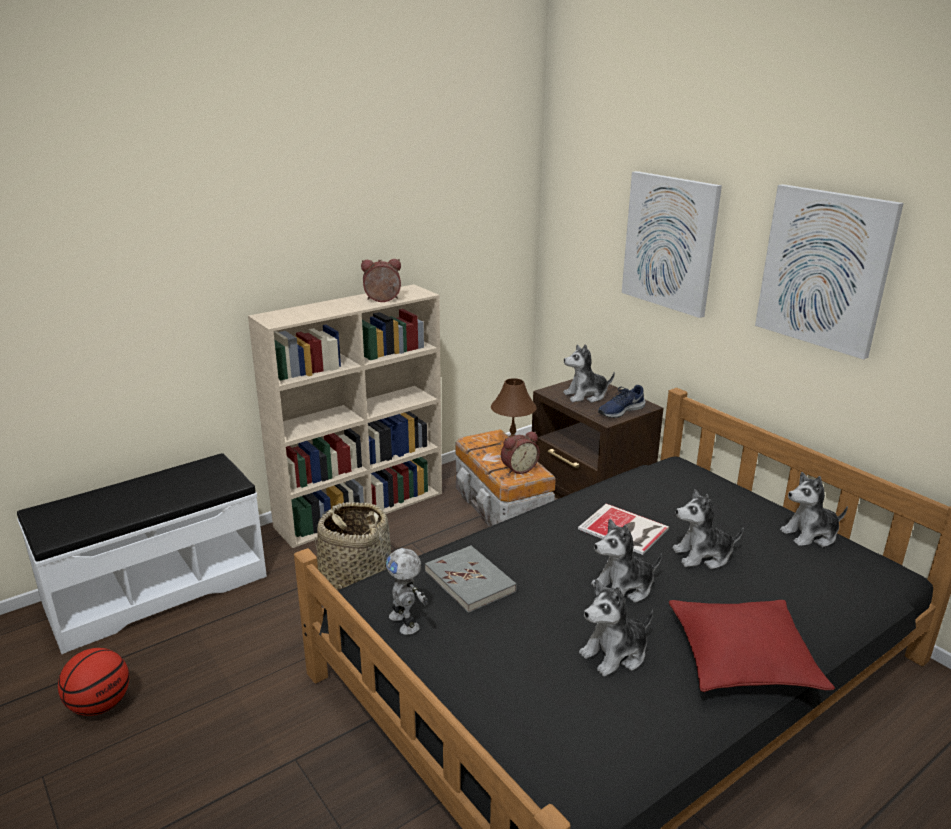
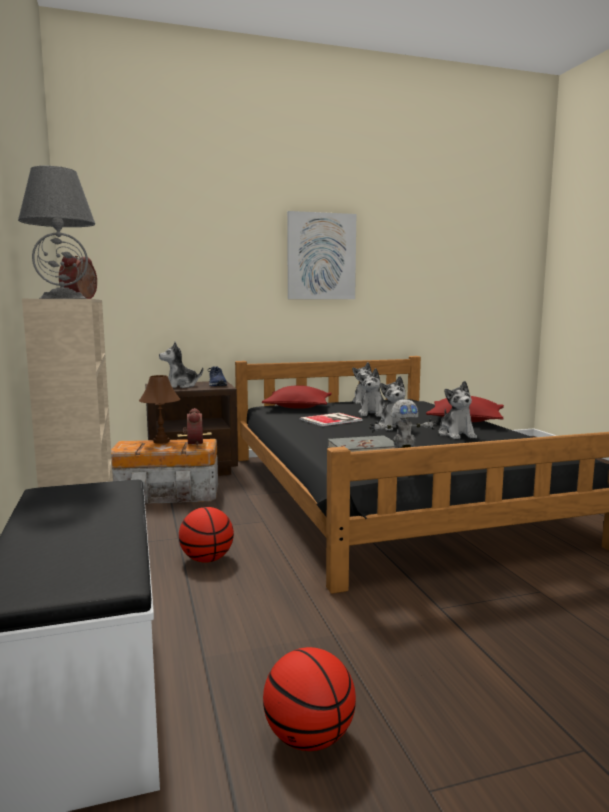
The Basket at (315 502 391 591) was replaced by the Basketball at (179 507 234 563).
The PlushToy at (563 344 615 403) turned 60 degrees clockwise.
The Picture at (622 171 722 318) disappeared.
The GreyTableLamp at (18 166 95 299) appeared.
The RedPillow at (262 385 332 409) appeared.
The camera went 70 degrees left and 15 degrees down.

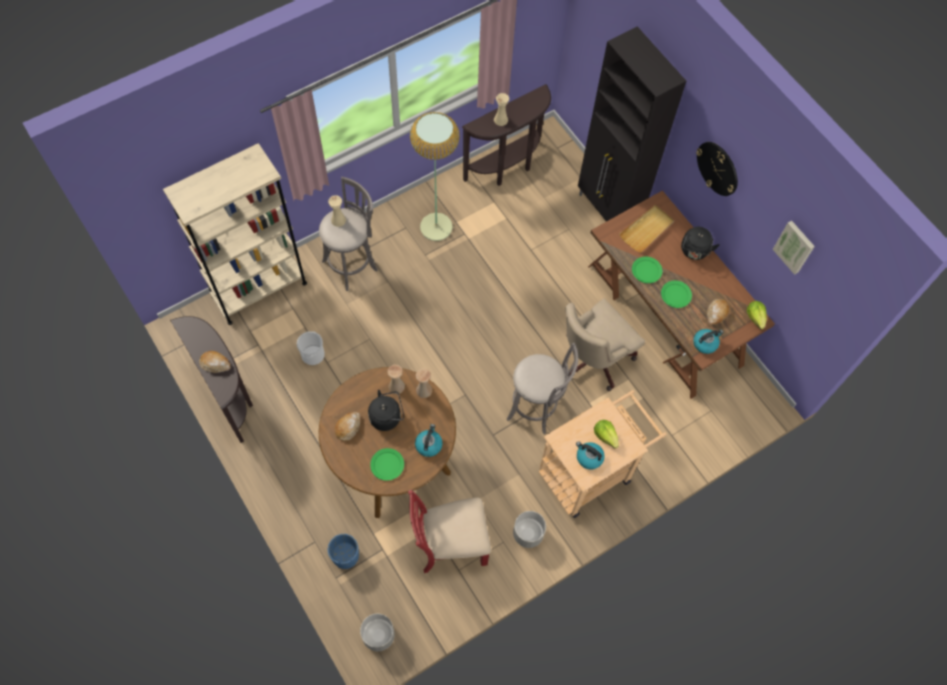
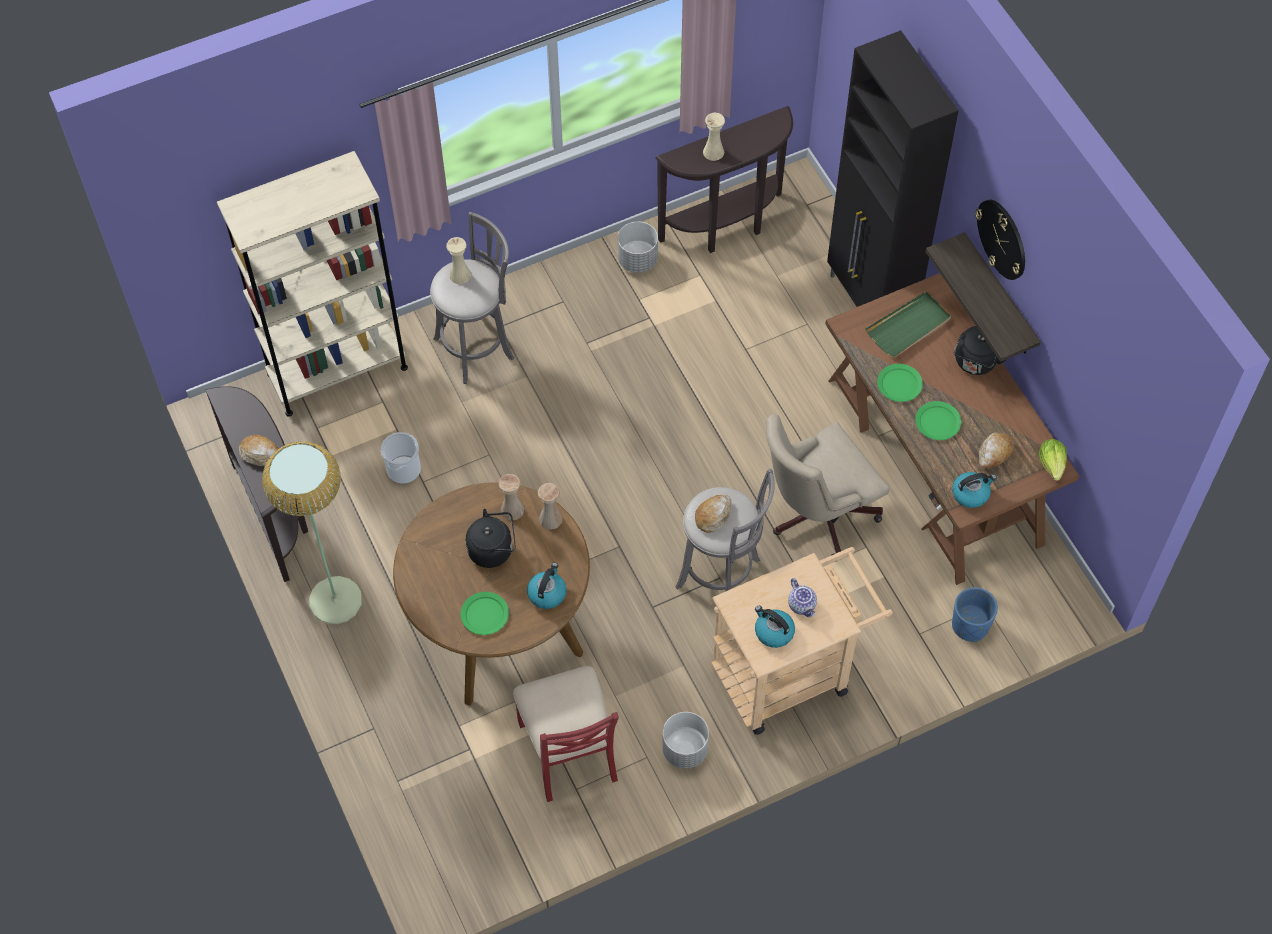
The BluePlanter moved from (328 534 359 569) to (952 587 998 642).
The Bread moved from (335 412 360 441) to (695 495 732 533).
The GreyPlanter moved from (360 614 395 651) to (618 221 658 273).
The RedChair at (408 490 491 573) turned 105 degrees counterclockwise.
The FloorLamp moved from (410 112 459 241) to (262 441 362 624).
The Lettuce at (594 420 619 449) was replaced by the Teapot at (788 578 817 617).
The BeigeTray at (619 205 674 253) became the GreenTray at (866 292 951 358).
The Picture at (773 220 815 275) disappeared.
The Shelf at (926 232 1041 362) appeared.
The camera went 10 degrees right and 5 degrees down.

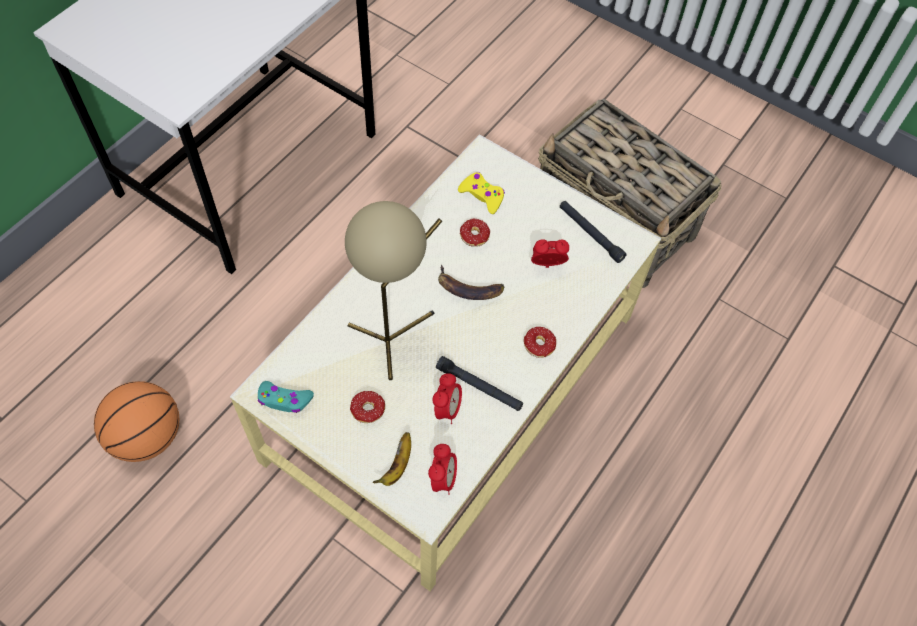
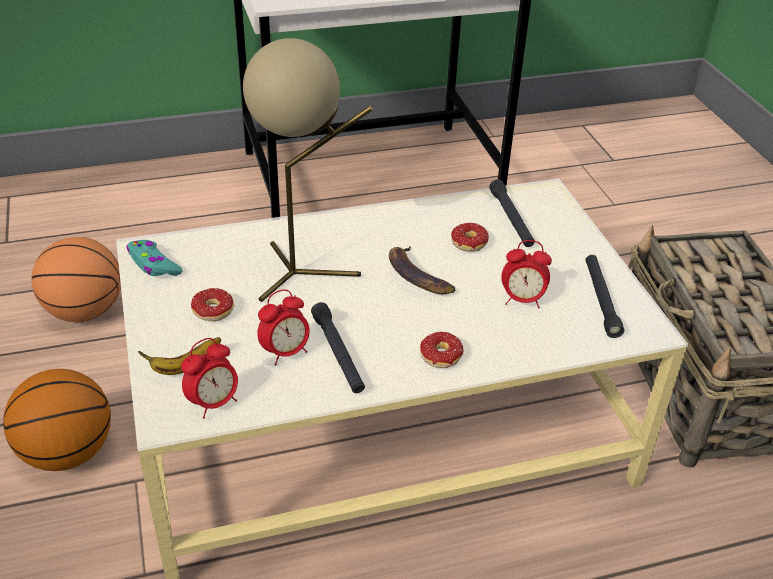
The YellowGameController at (458 172 505 214) was replaced by the BlackFlashlight at (489 179 535 247).
The AlarmClock at (531 239 569 268) turned 150 degrees clockwise.
The Basketball at (3 369 111 471) appeared.
The camera went 40 degrees right and 20 degrees down.

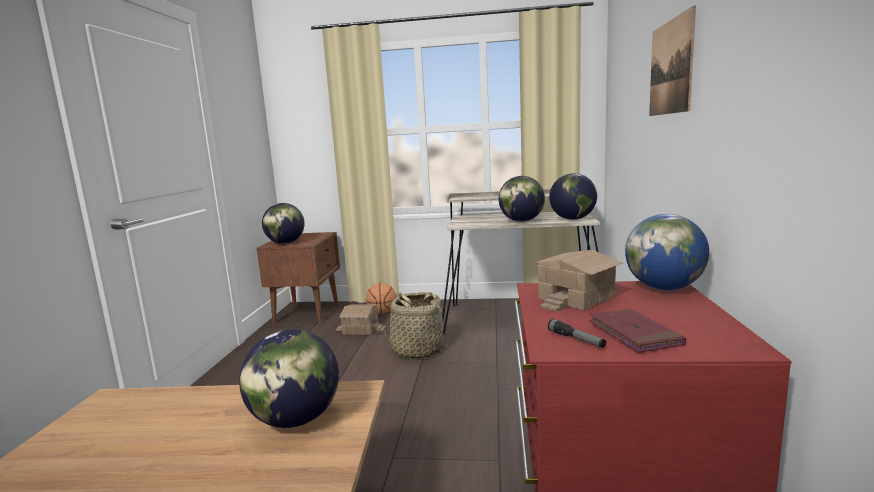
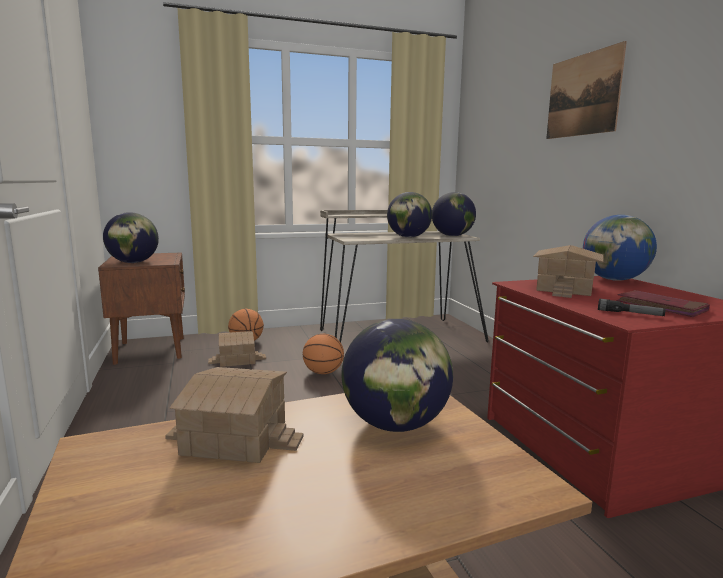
The Basket at (383 292 448 359) was replaced by the Basketball at (303 334 344 374).
The ToyHouse at (165 367 303 463) appeared.
The camera went 25 degrees left and 0 degrees up.

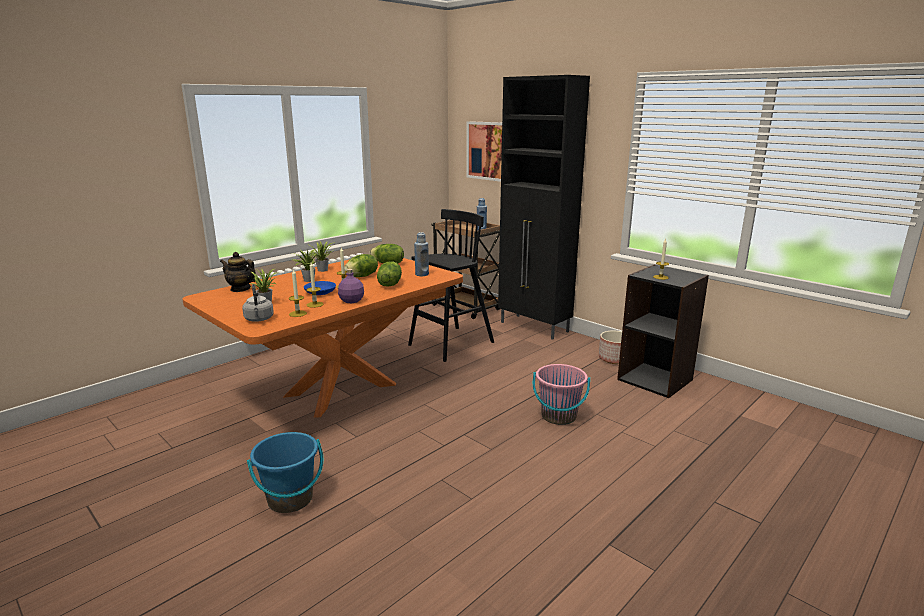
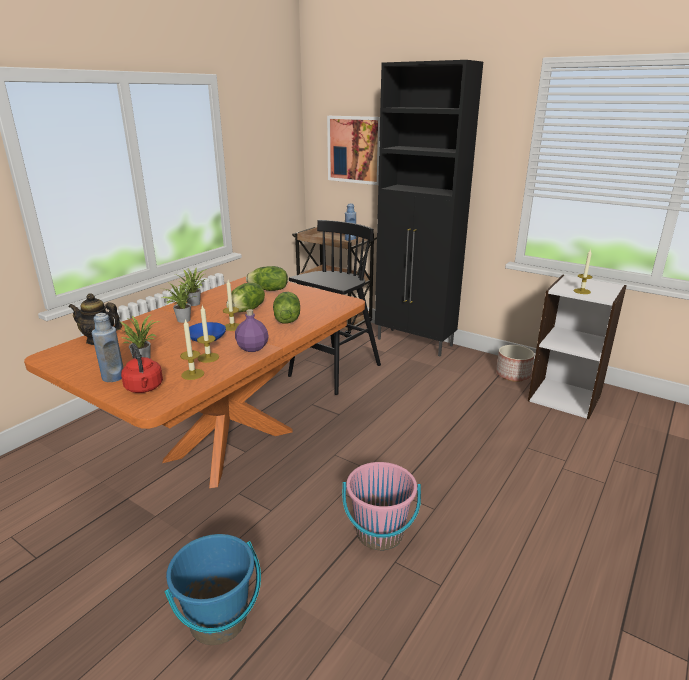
The GreyKettle at (242 284 274 322) became the RedKettle at (121 343 163 393).
The BlueBottle moved from (414 232 429 276) to (92 313 124 382).
The PinkBucket moved from (533 364 590 425) to (342 462 421 551).
The BlackBookcase at (617 264 709 398) became the WhiteBookcase at (528 274 627 419).
The camera went 10 degrees left and 5 degrees up.

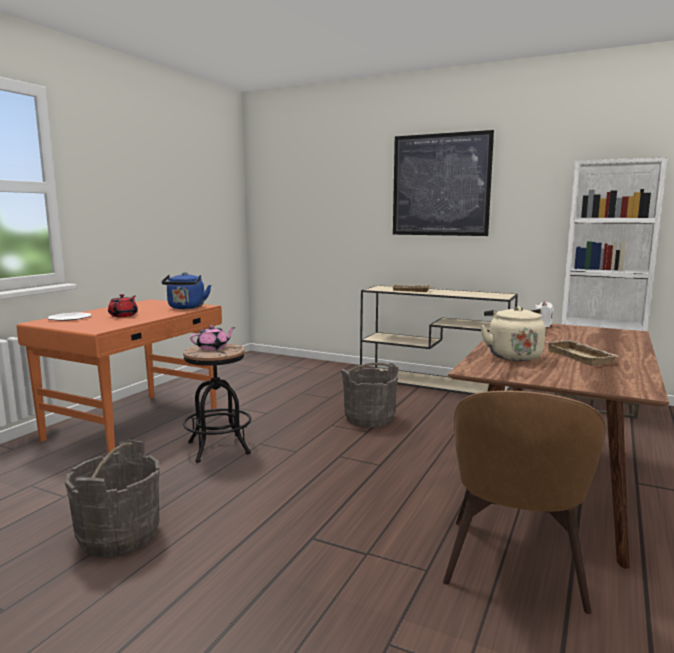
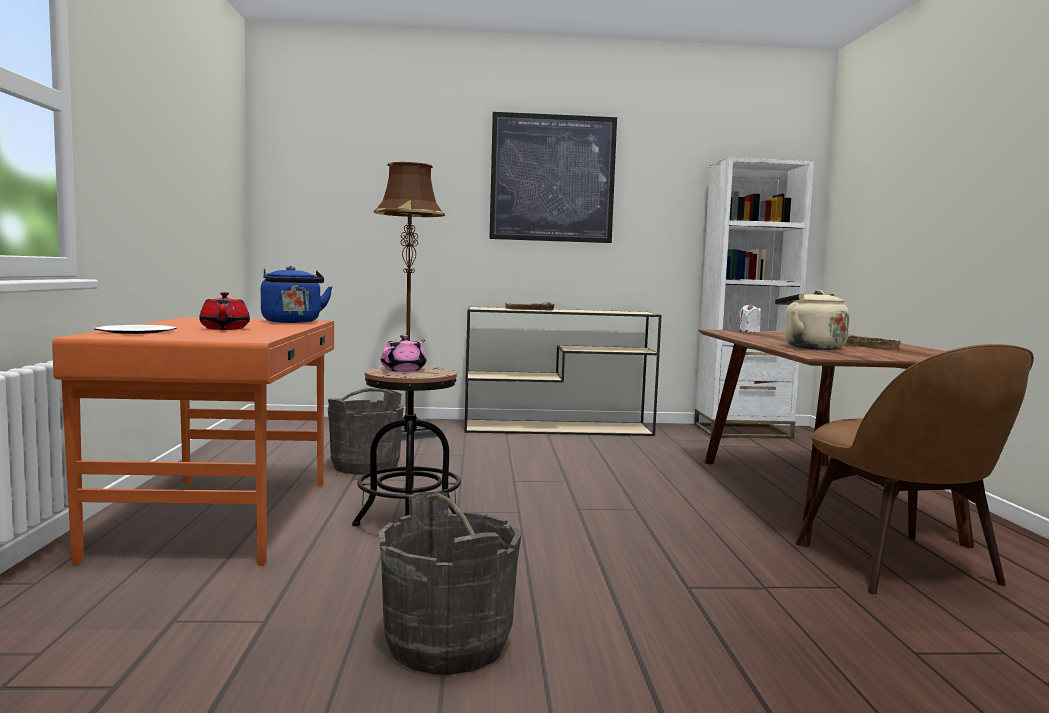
The GreyBucket moved from (341 363 399 428) to (328 388 404 475).
The BrownFloorLamp at (374 162 445 441) appeared.
The camera went 30 degrees left and 5 degrees down.

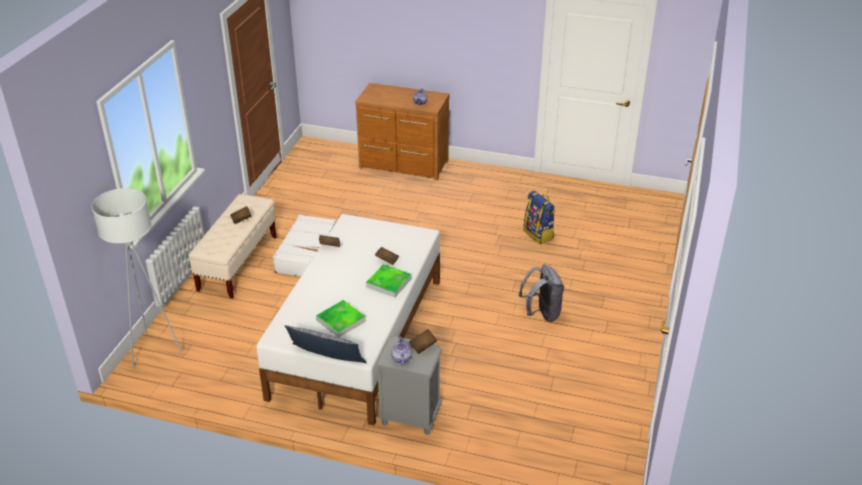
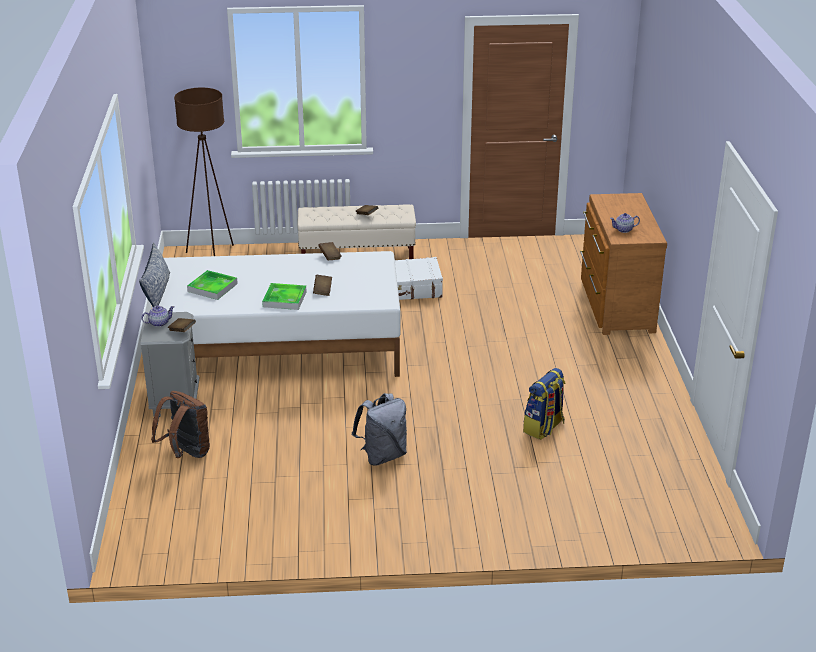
The WhiteFloorLamp at (92 188 182 368) became the BrownFloorLamp at (174 88 234 256).
The BrownBackpack at (151 391 210 458) appeared.
The camera went 70 degrees right and 5 degrees down.

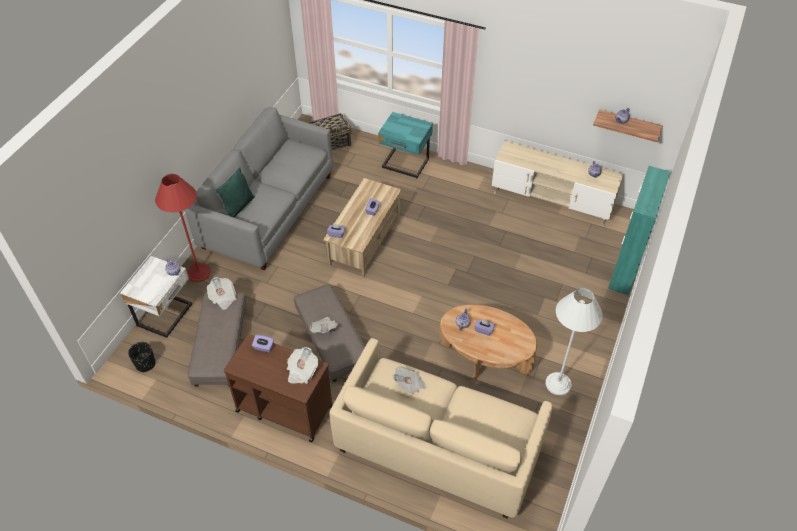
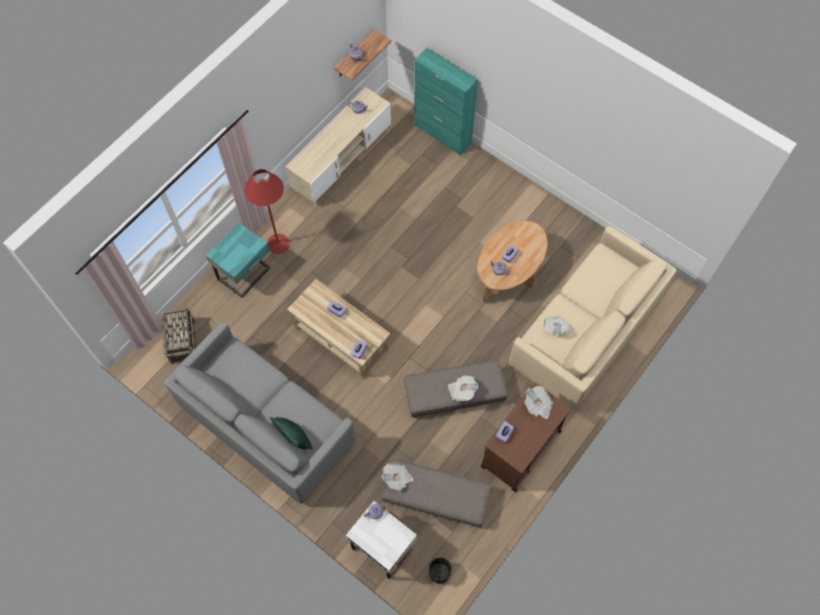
The RedFloorLamp moved from (155 174 211 282) to (244 169 289 254).
The WhiteFloorLamp at (545 288 603 395) disappeared.
The camera went 75 degrees left and 15 degrees up.

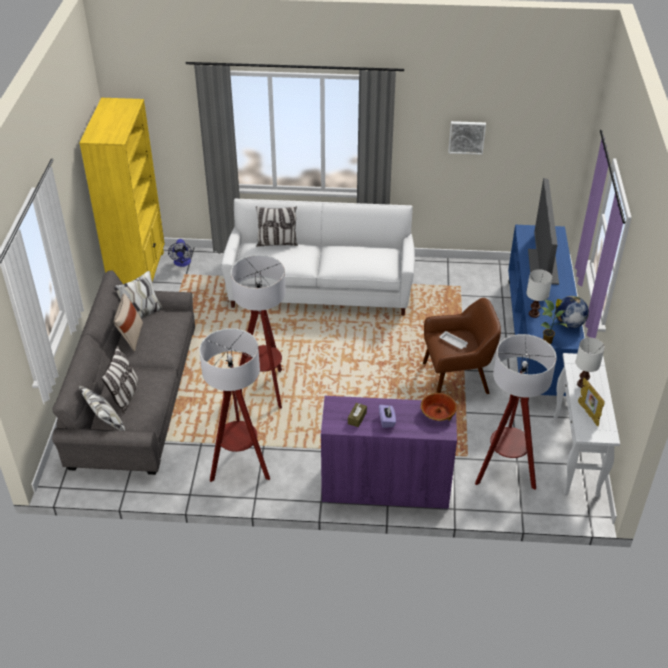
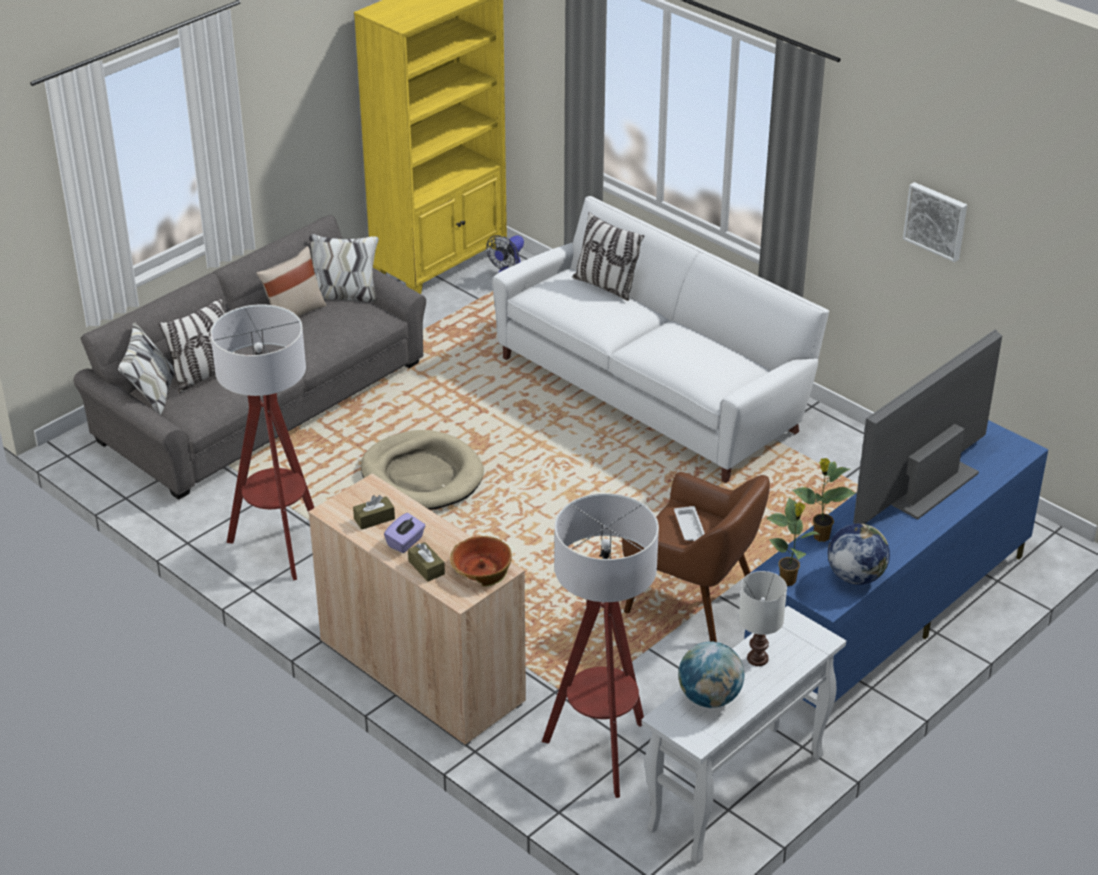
The FloorLamp at (231 255 286 409) was replaced by the BeigeDogBed at (361 430 484 510).
The PurpleCabinet at (321 396 457 510) became the BeigeCabinet at (308 473 526 746).
The WhiteTableLamp at (526 270 552 318) was replaced by the PottedPlant at (792 458 856 542).
The PictureFrame at (578 378 605 426) was replaced by the Globe at (678 642 744 708).
The BrownTissueBox at (408 542 445 582) appeared.
The camera went 40 degrees right and 5 degrees down.

